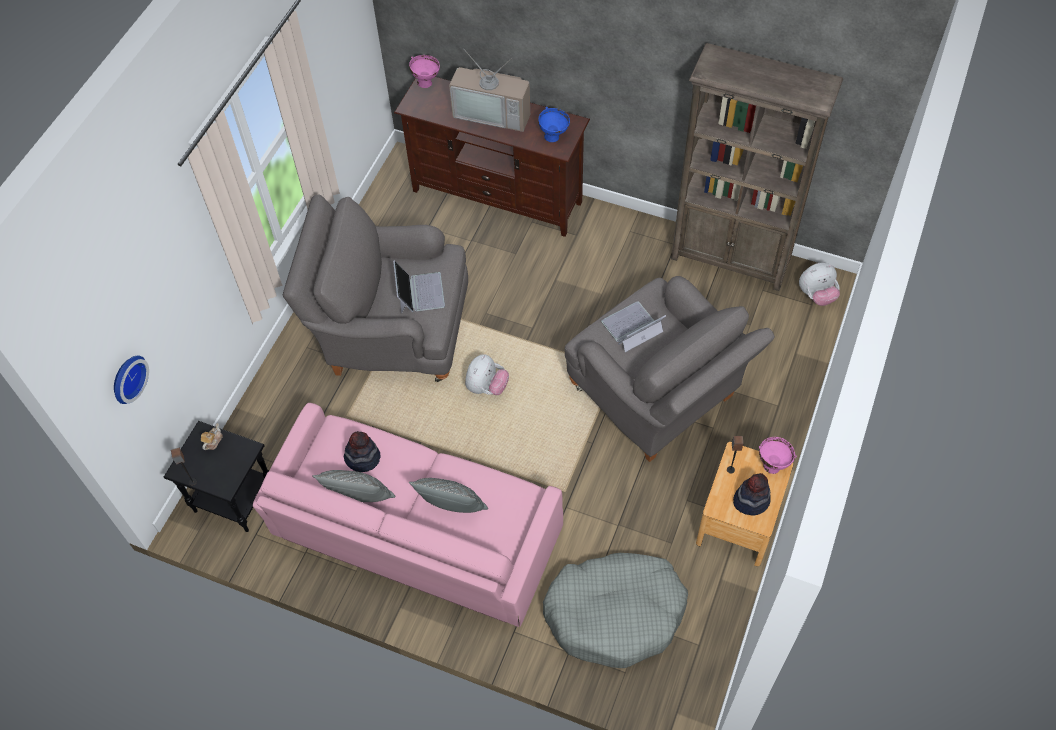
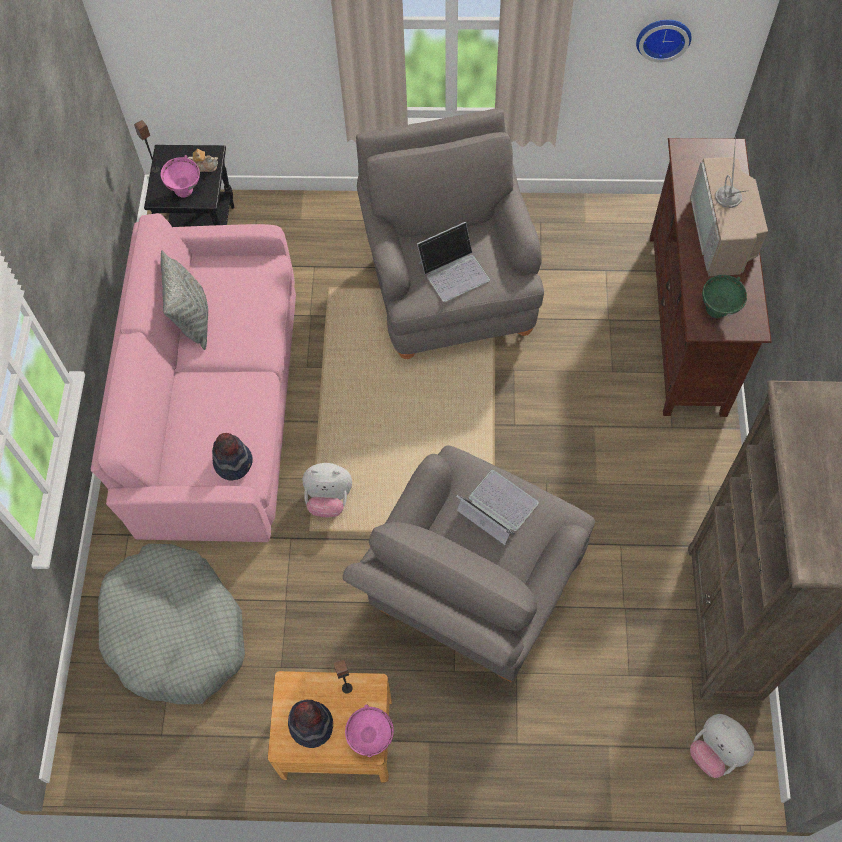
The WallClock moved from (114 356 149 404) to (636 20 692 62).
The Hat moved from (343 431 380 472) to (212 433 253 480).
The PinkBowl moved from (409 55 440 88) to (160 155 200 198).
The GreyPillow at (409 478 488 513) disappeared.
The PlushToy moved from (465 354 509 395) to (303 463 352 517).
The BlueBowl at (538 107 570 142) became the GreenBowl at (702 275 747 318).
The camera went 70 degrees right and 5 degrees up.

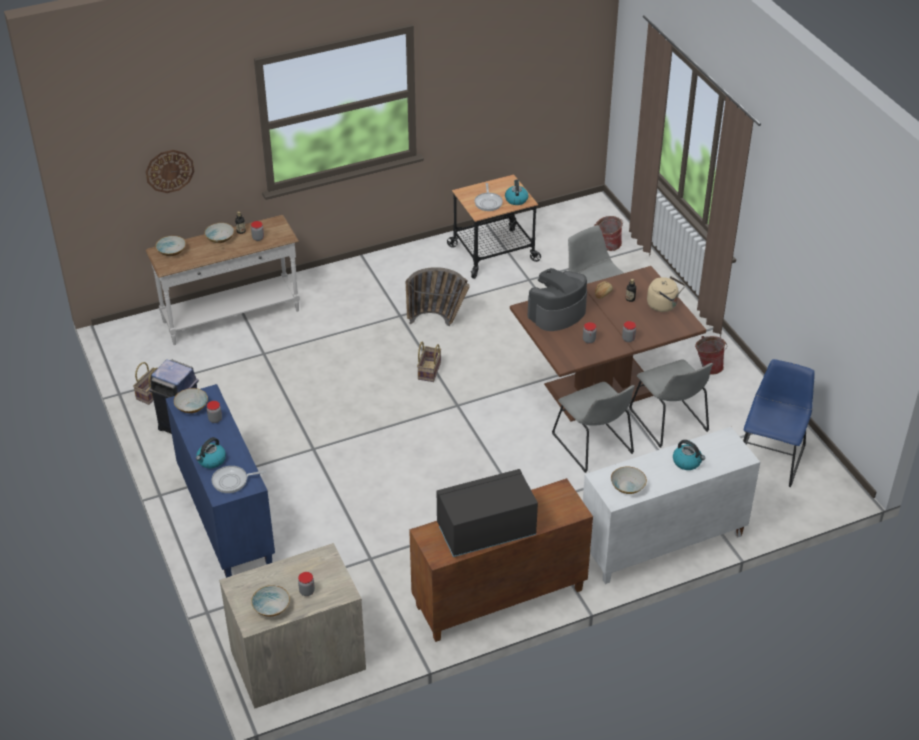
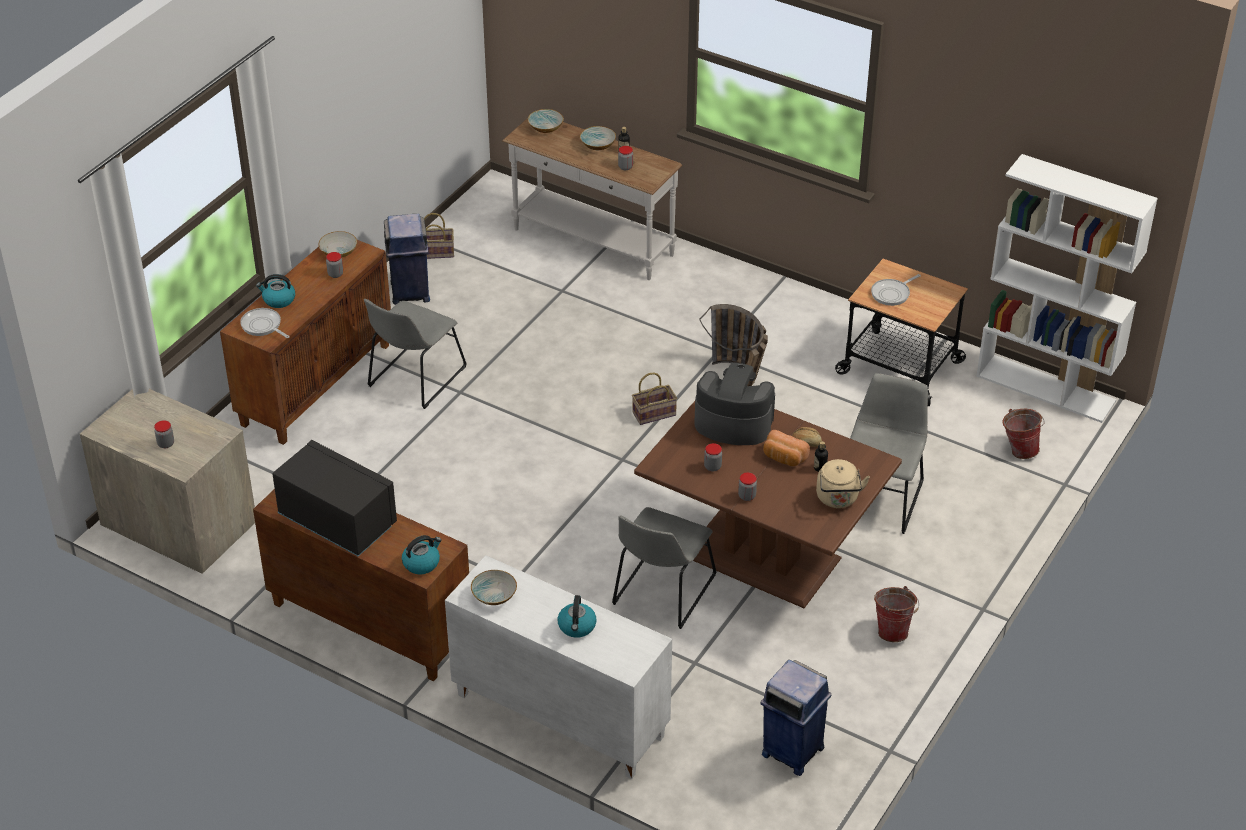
The WallClock at (146 150 194 193) disappeared.
The BlueCabinet at (166 384 275 578) became the BrownCabinet at (220 240 391 445).
The Bowl at (251 585 290 617) disappeared.
The Kettle moved from (505 179 528 205) to (402 535 441 574).
The GreyChair moved from (629 359 713 448) to (364 299 467 409).
The BlueChair at (743 359 815 487) was replaced by the BlueTrashCan at (760 660 831 776).
The Bread at (763 430 810 466) appeared.
The WhiteBookcase at (976 154 1158 423) appeared.
The camera went 55 degrees right and 0 degrees up.

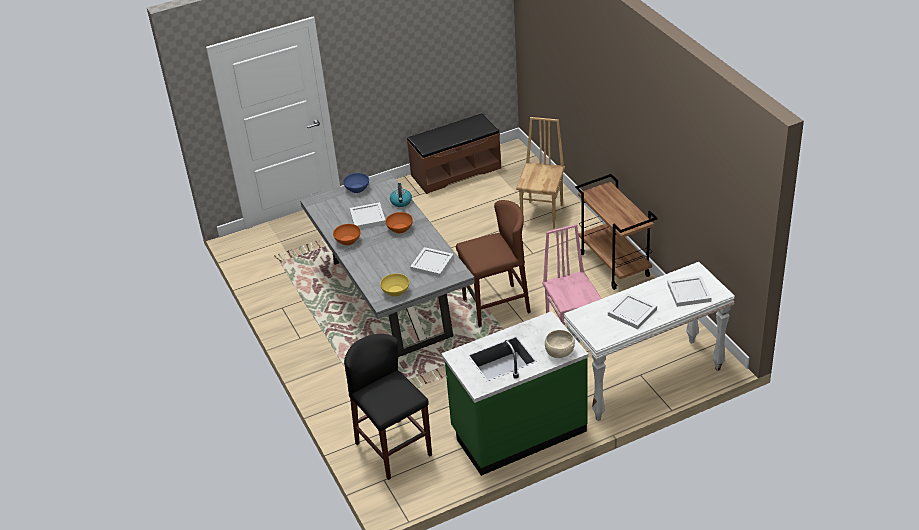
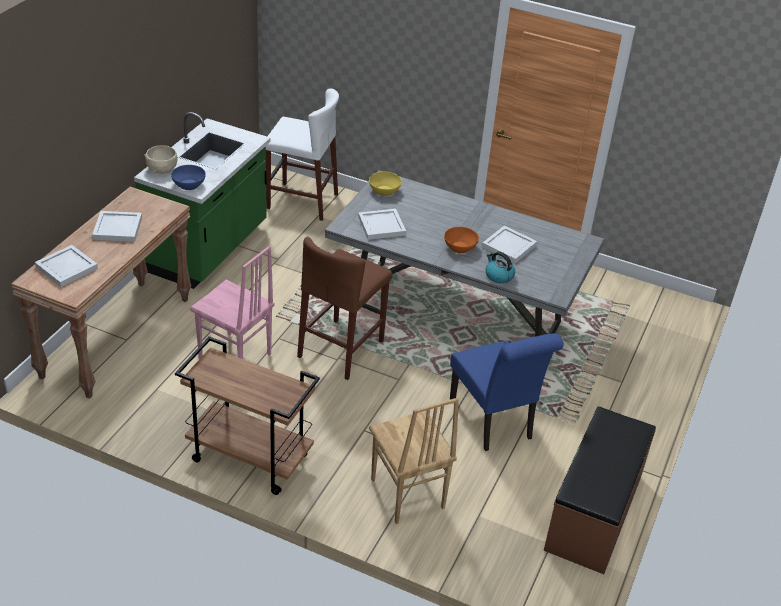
The OrangeBowl at (333 224 361 245) disappeared.
The BlueBowl moved from (343 173 369 193) to (171 165 206 190).
The BlackStool at (344 334 432 480) became the WhiteStool at (265 88 339 221).
The WhiteConsoleTable at (564 262 735 421) became the BrownConsoleTable at (11 187 192 399).
The BlueChair at (450 334 564 451) appeared.
The camera went 135 degrees right and 0 degrees up.

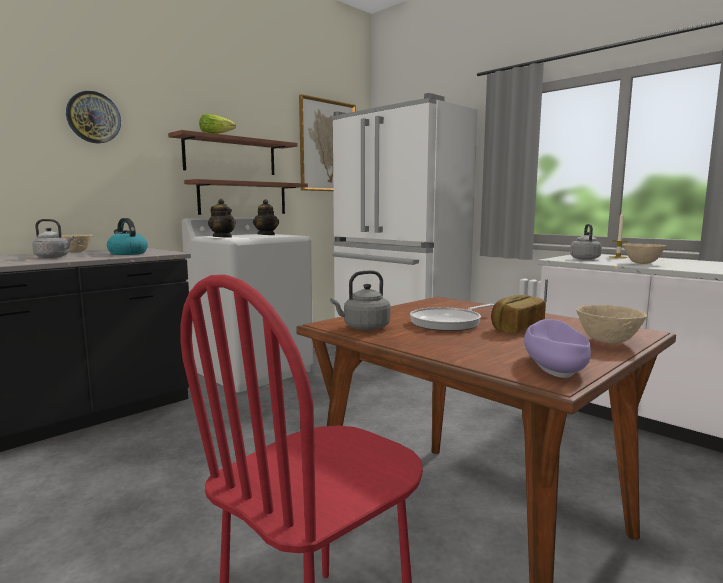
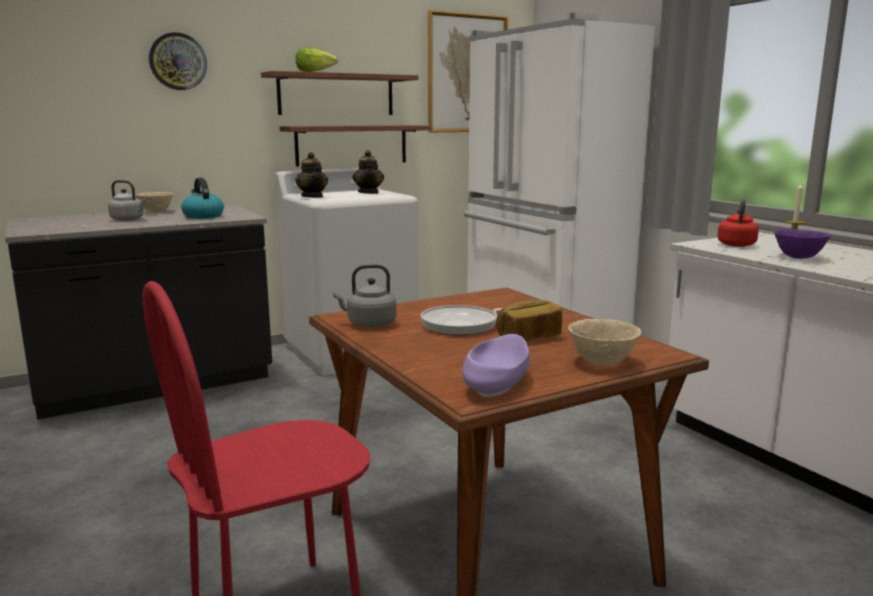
The GreyKettle at (570 224 602 260) became the RedKettle at (717 199 759 247).
The BeigeBowl at (623 244 666 264) became the PurpleBowl at (774 229 831 259).
The camera went 15 degrees right and 5 degrees up.

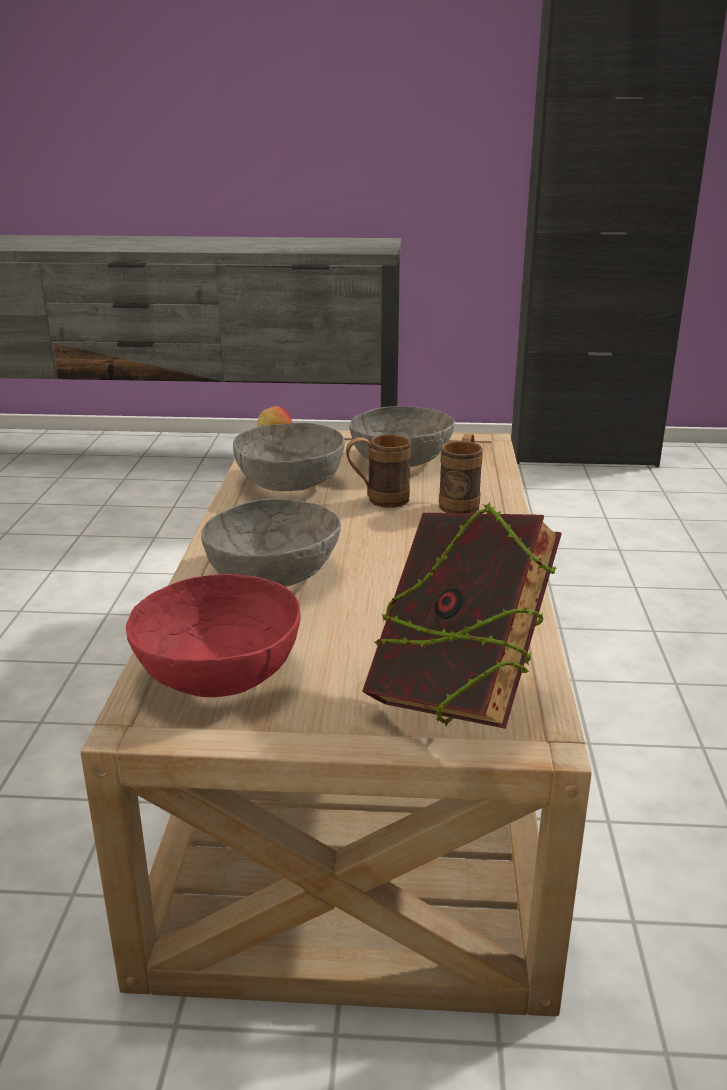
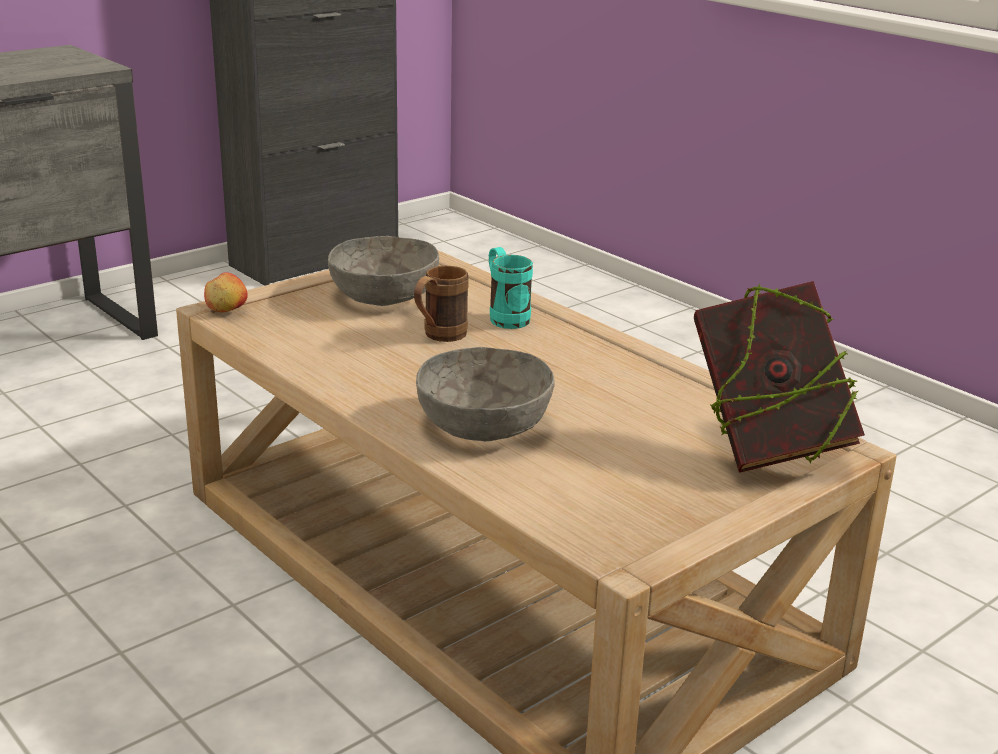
The RedBowl at (126 574 301 697) disappeared.
The GreyBowl at (233 423 345 491) disappeared.
The BrownMug at (439 433 483 513) became the TurquoiseMug at (489 247 533 329).
The camera went 45 degrees left and 0 degrees up.

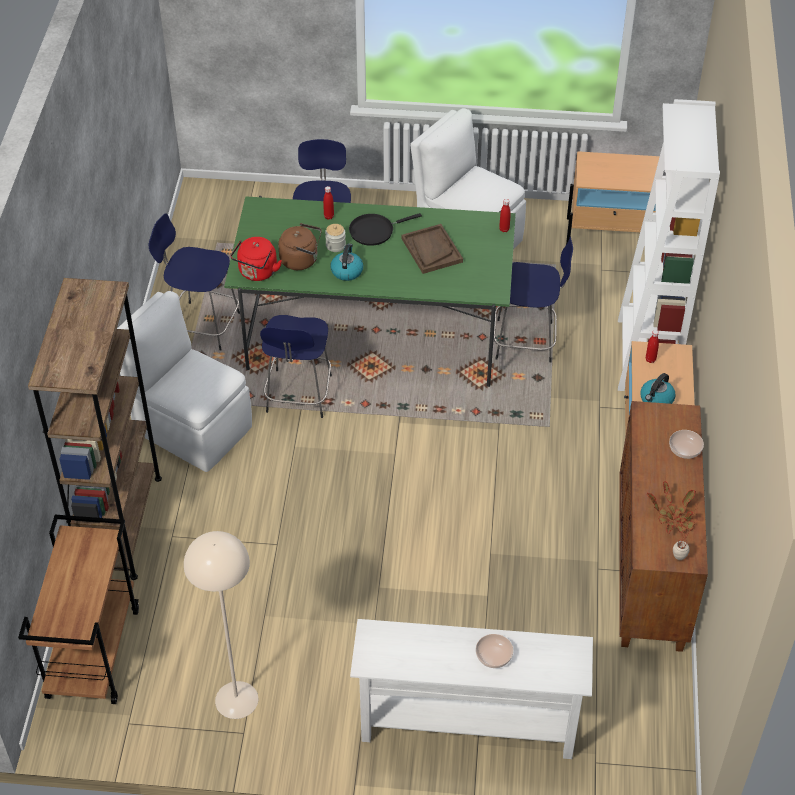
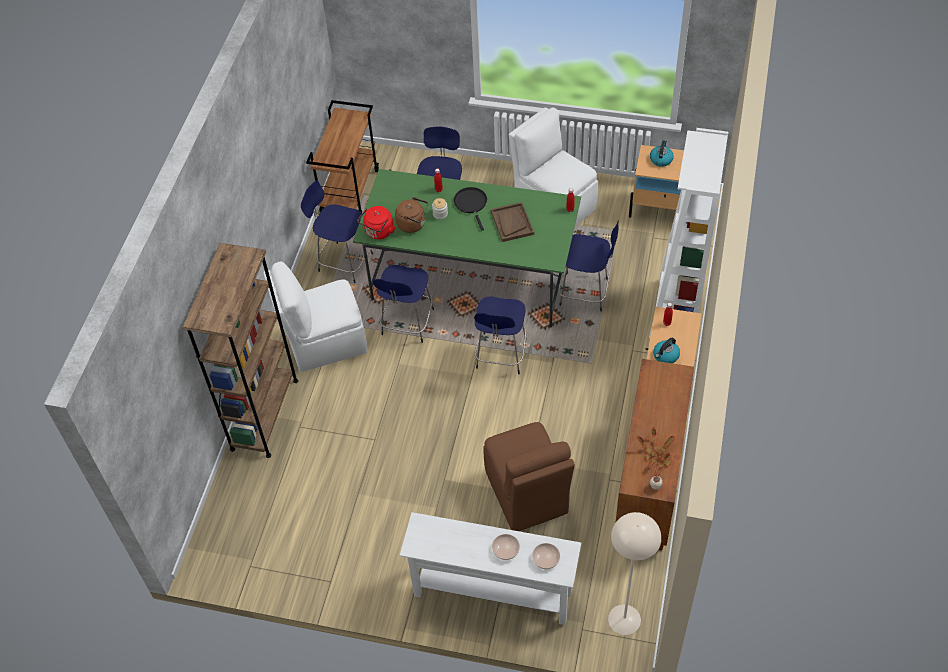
The BrownCart moved from (18 515 139 704) to (306 100 379 213).
The WhiteChair at (117 291 252 472) turned 60 degrees counterclockwise.
The BeigeFloorLamp moved from (184 531 258 719) to (608 512 661 635).
The Kettle moved from (330 244 363 281) to (650 140 674 167).
The BlackFryingPan at (349 213 422 246) turned 90 degrees clockwise.
The Bowl moved from (669 430 704 459) to (532 543 560 569).
The BlueStool at (474 297 526 374) appeared.
The BrownChair at (484 422 575 531) appeared.
The camera went 10 degrees right and 5 degrees up.

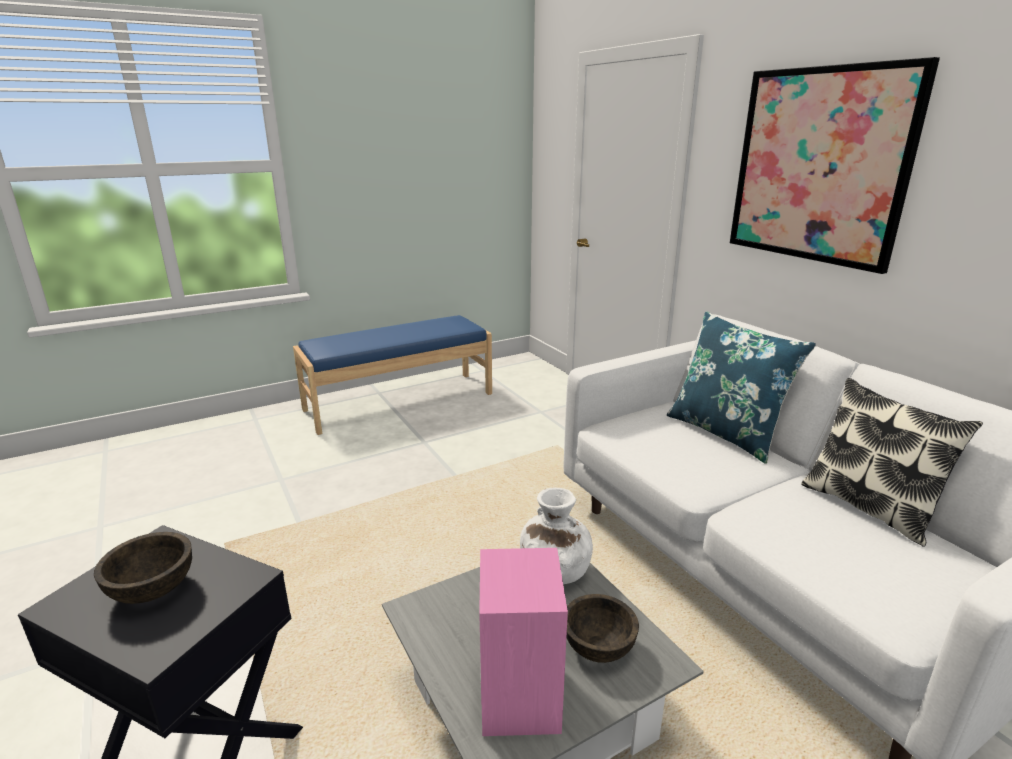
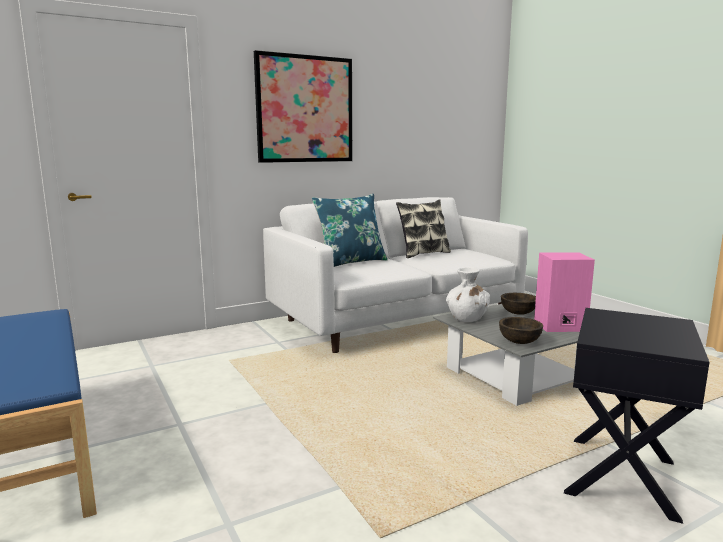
The BrownBowl moved from (94 532 192 604) to (499 317 543 344).
The camera went 90 degrees left and 10 degrees down.

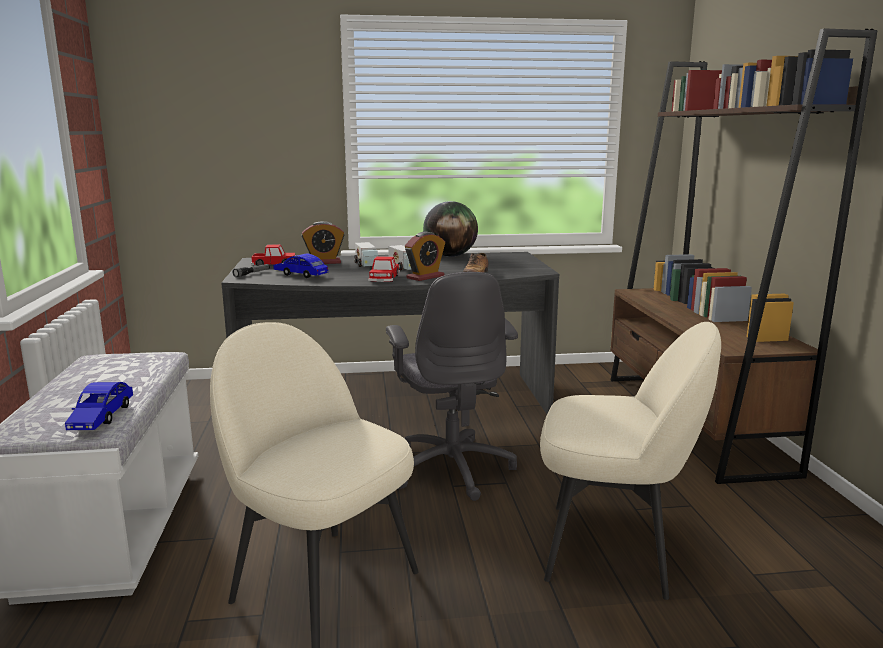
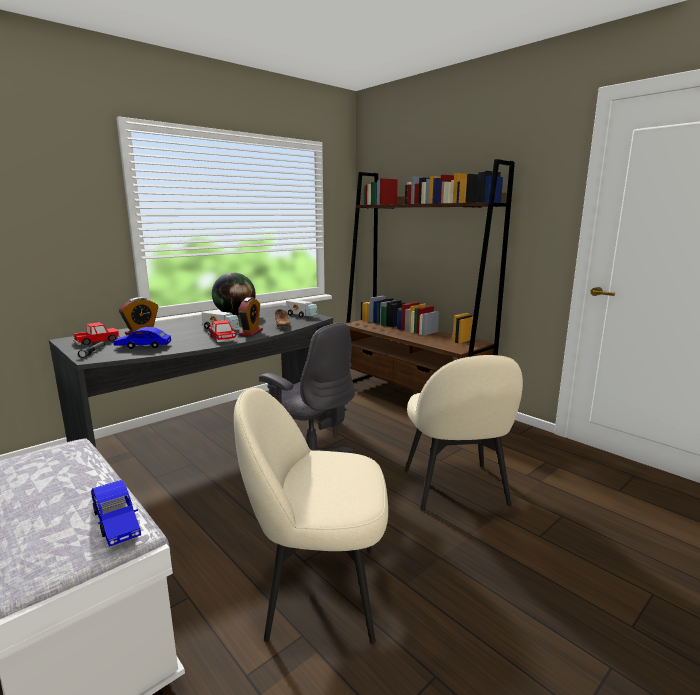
The ToyTruck moved from (354 242 378 267) to (286 299 318 318).
The BeigeChair at (540 322 721 600) turned 105 degrees clockwise.
The camera went 35 degrees left and 0 degrees up.

